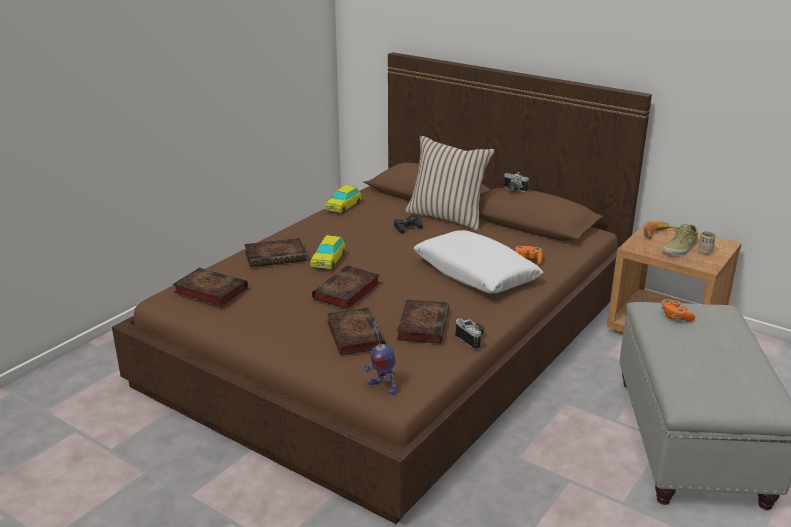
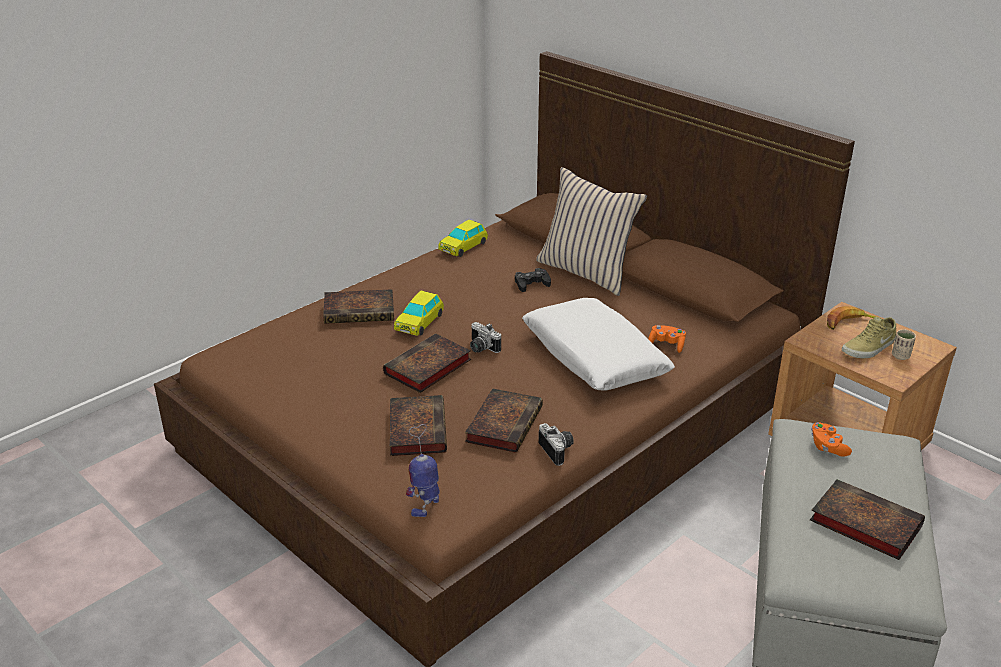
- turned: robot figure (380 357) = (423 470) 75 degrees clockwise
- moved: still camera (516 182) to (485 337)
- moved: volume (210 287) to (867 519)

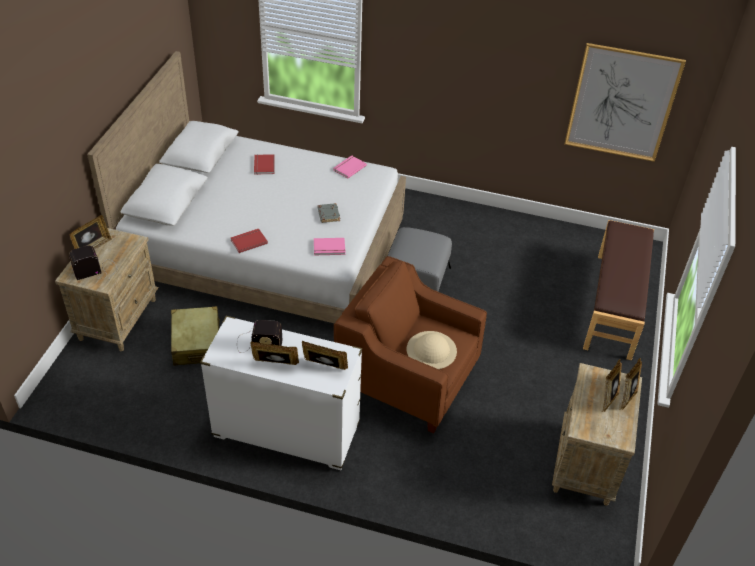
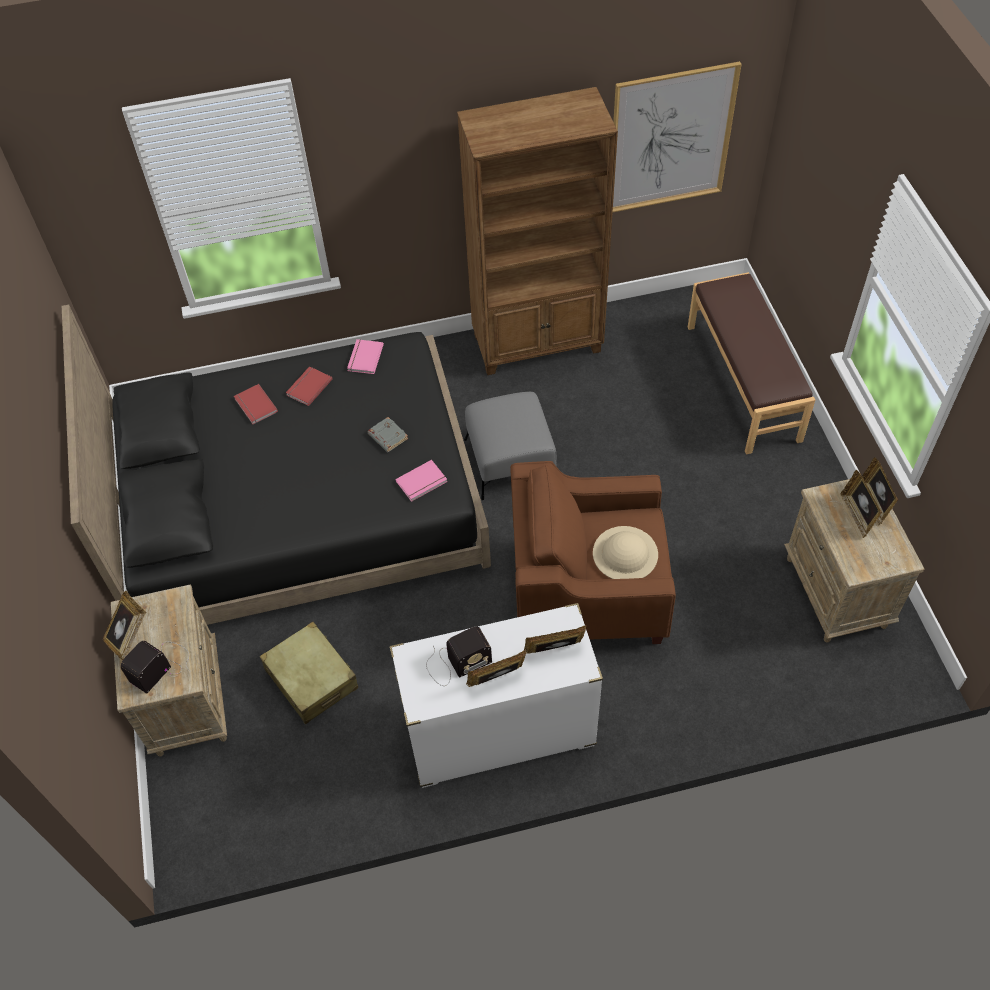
- recoloured: bed in white-coloured (246 187) to bed in blackish (276 465)
- moved: volume in red (249 241) to (309 386)
- added: shelving unit in brown (537 231)

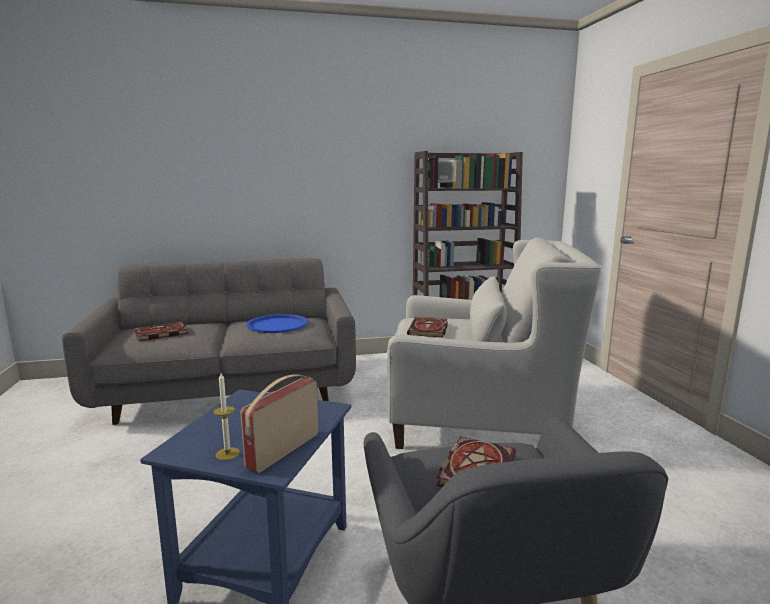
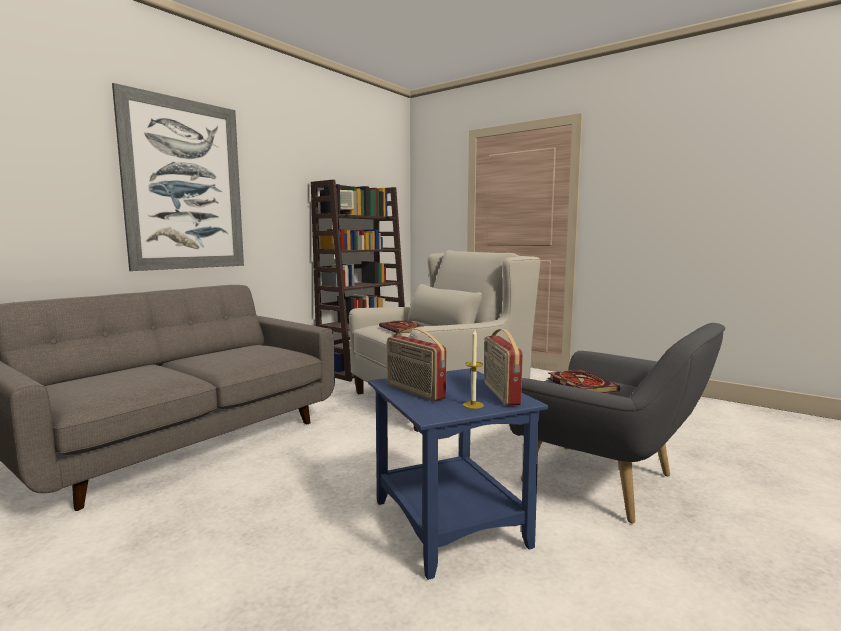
- added: picture (178 177)
- added: radio receiver (416 364)
- removed: volume (161 331)
- removed: serving tray in bluish (277 323)

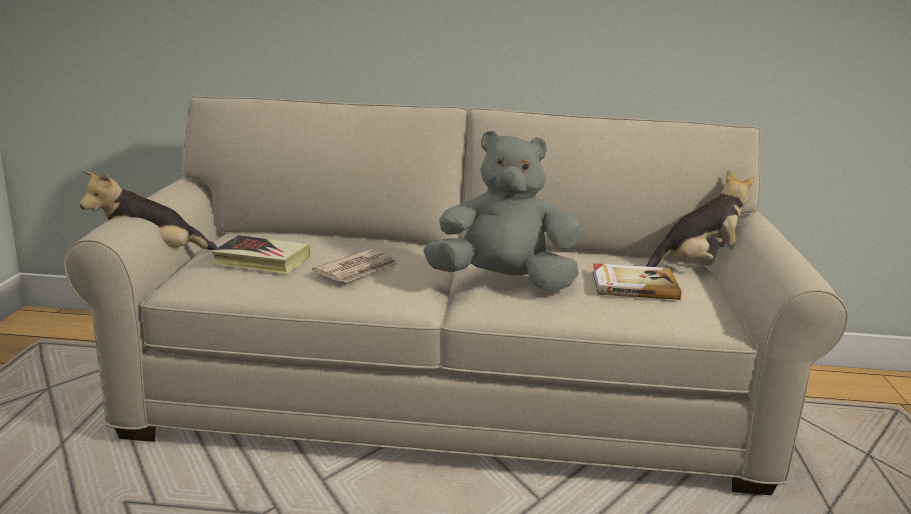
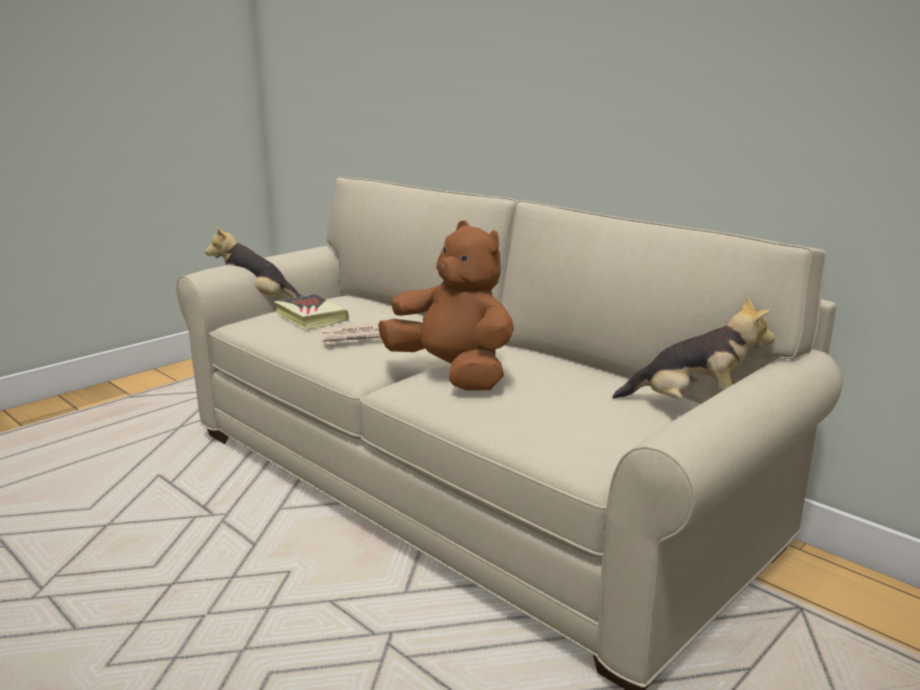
- recoloured: plush toy in gray (502 211) to plush toy in brown (446 305)
- removed: volume (636 281)

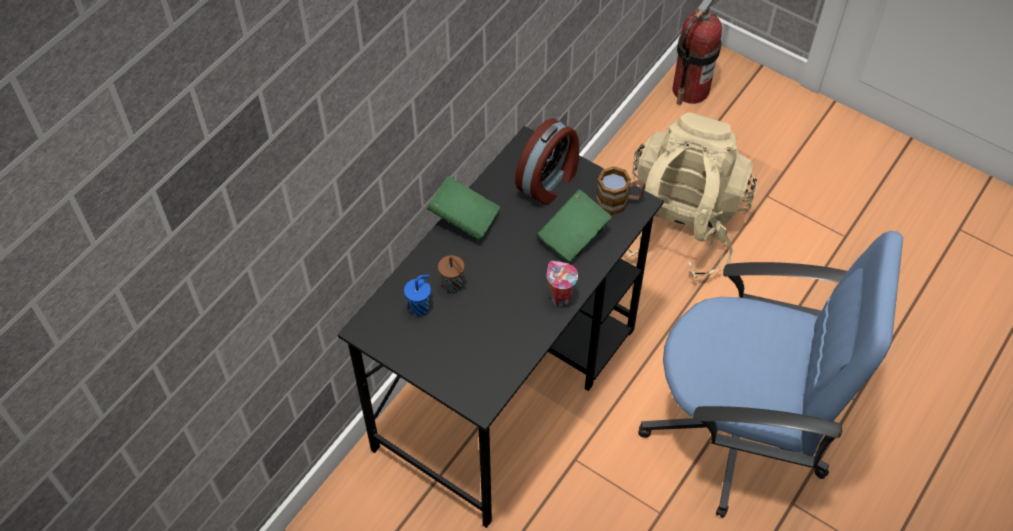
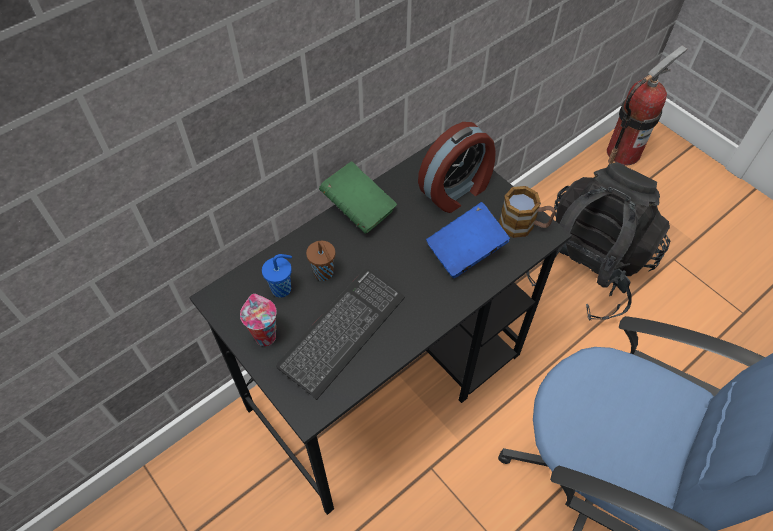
- moved: small cup (562 283) to (258 320)
- added: keyboard (340 334)
- recoloured: volume in green (574 226) to volume in bluish (468 240)
- recoloured: rucksack in beige-coloured (691 195) to rucksack in blackish (598 241)

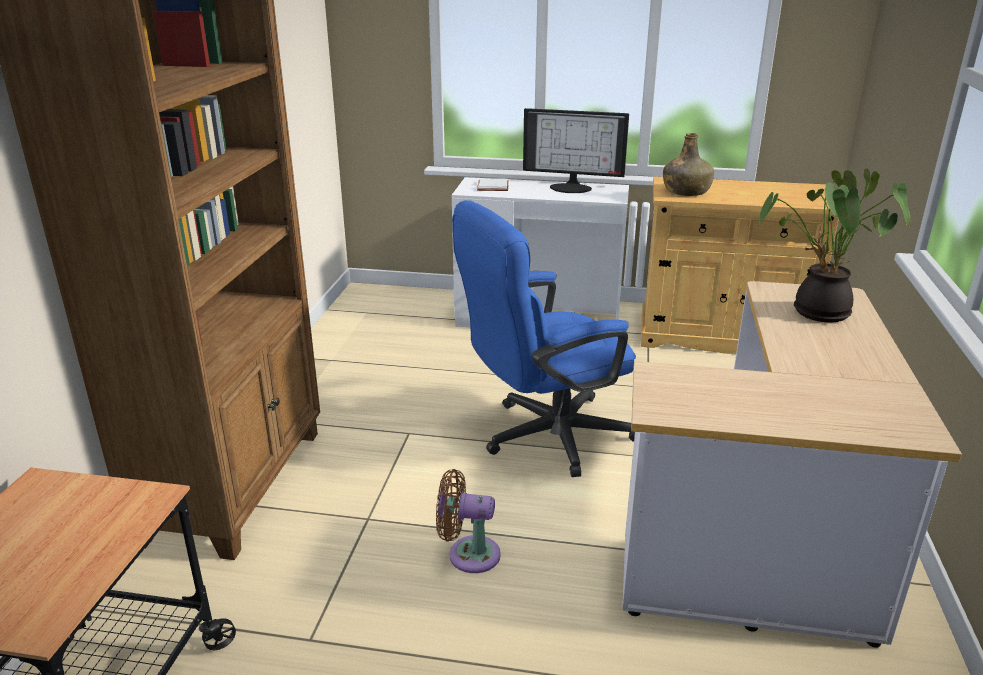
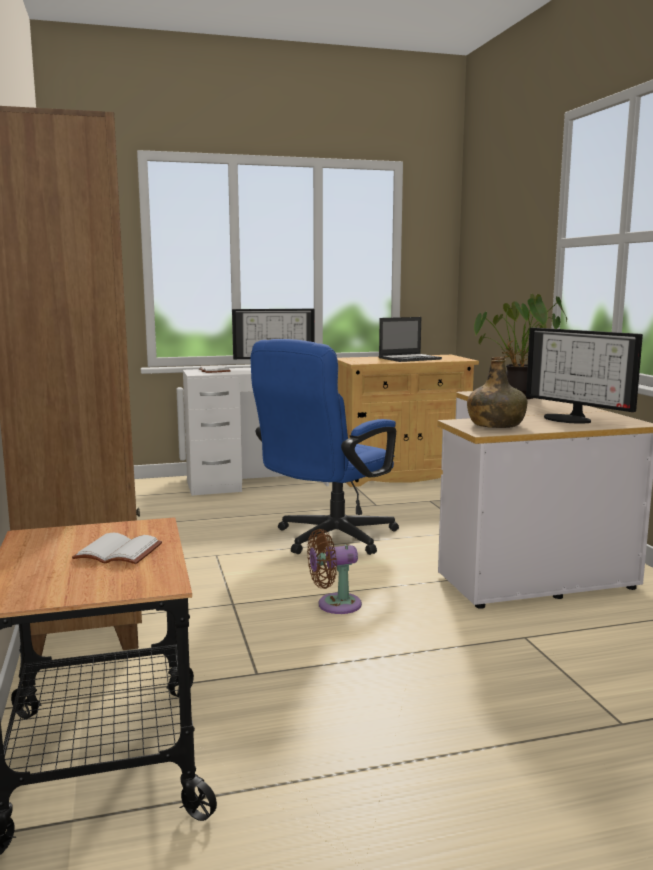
- added: volume in white-coloured (117 548)
- added: portable computer (410 339)
- moved: drink bottle in green (688 164) to (497 392)
- added: monitor (584 375)

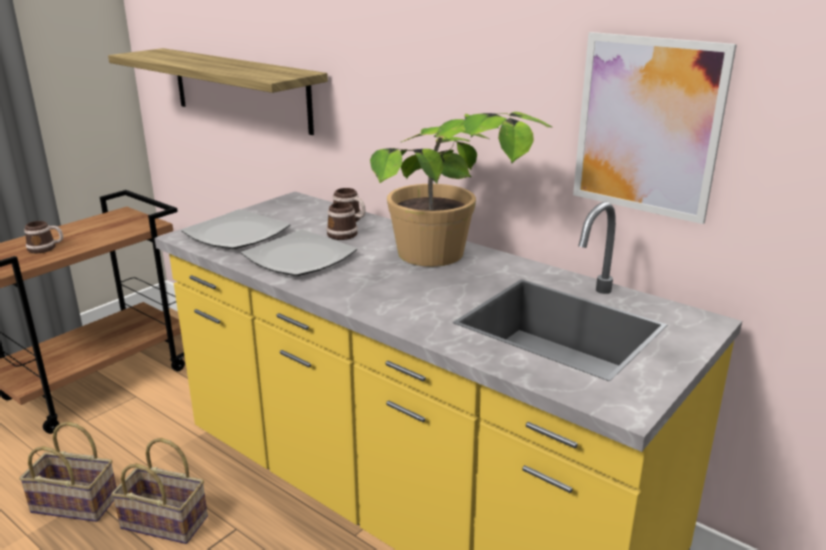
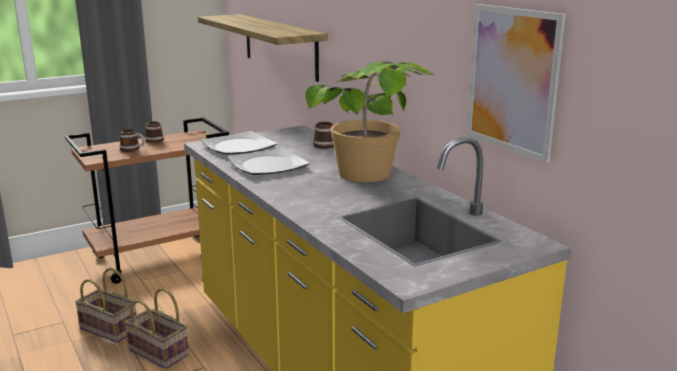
- moved: mug (342 221) to (154 132)

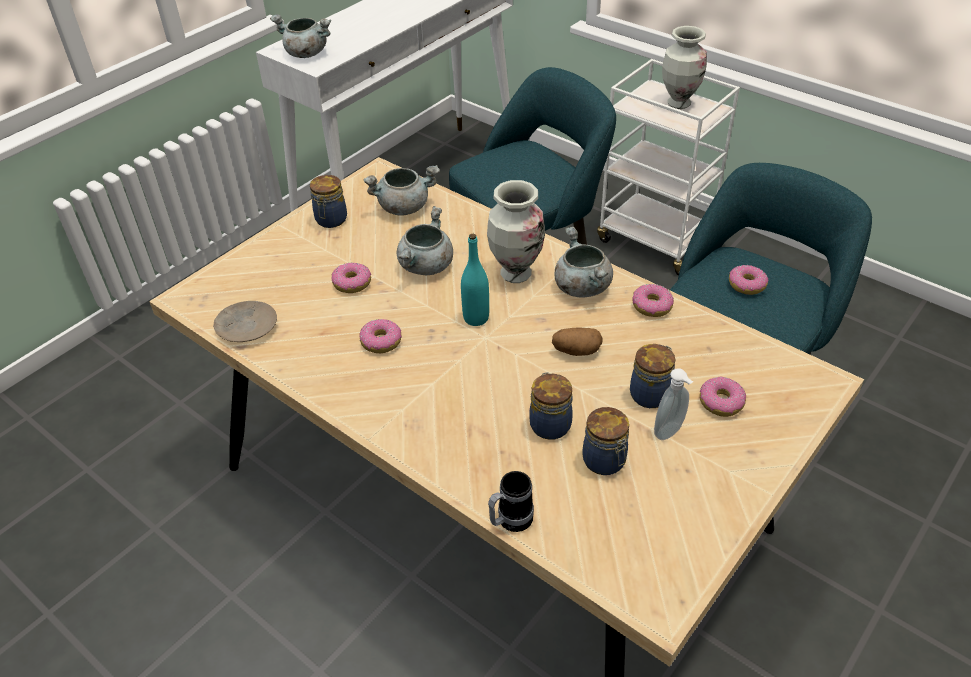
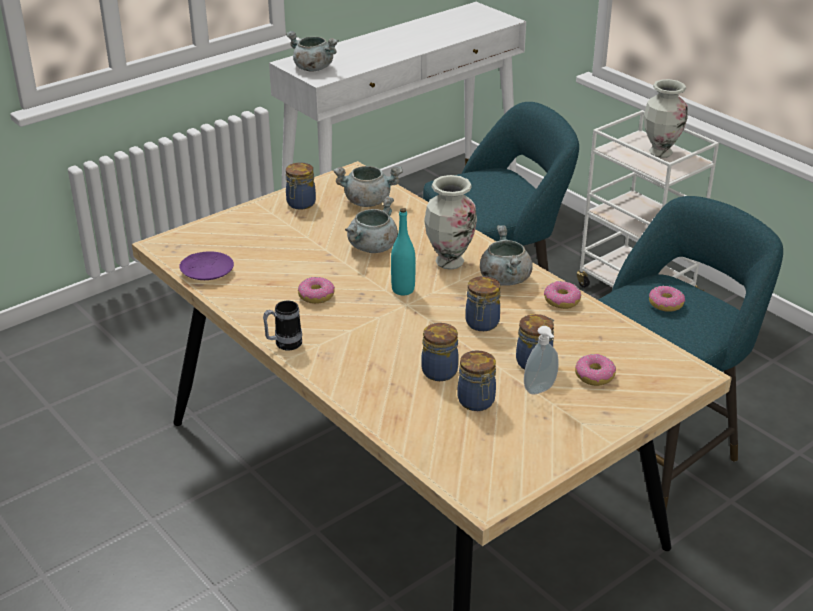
- recoloured: flat dish in beige-coloured (245 321) to flat dish in purple (206 265)
- moved: mug (511 501) to (282 325)
- replaced: potato (577 341) to storage jar (482 303)
- removed: doughnut (352 278)

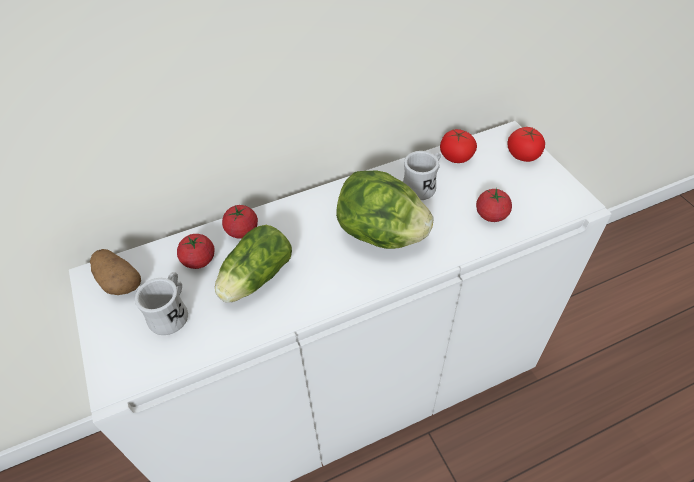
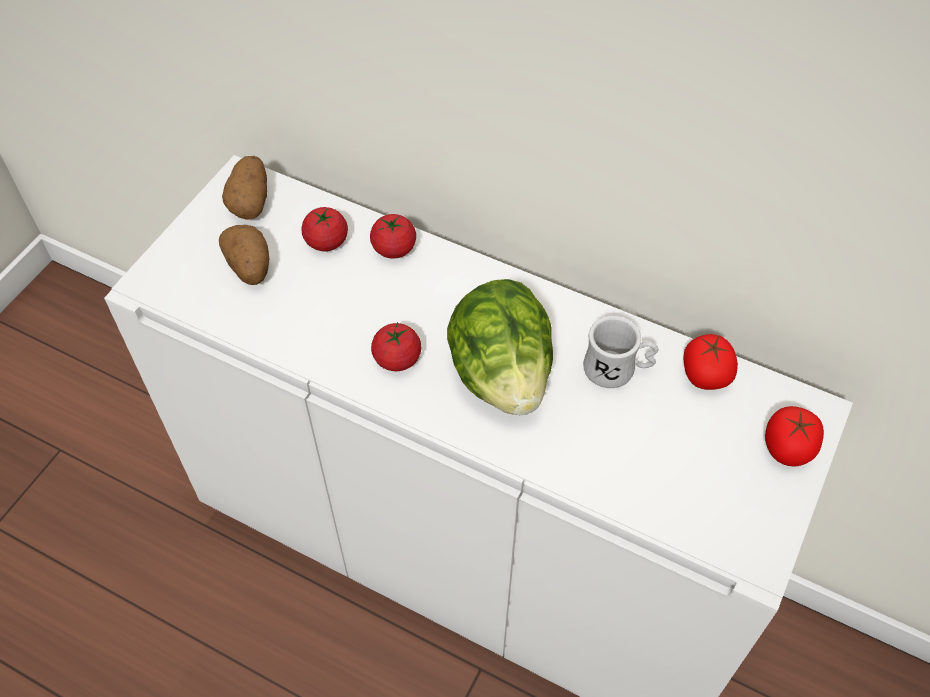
- replaced: mug in white-coloured (161 303) to potato (244 255)
- moved: fresh tomato (494 205) to (396 346)
- removed: lettuce (253 264)

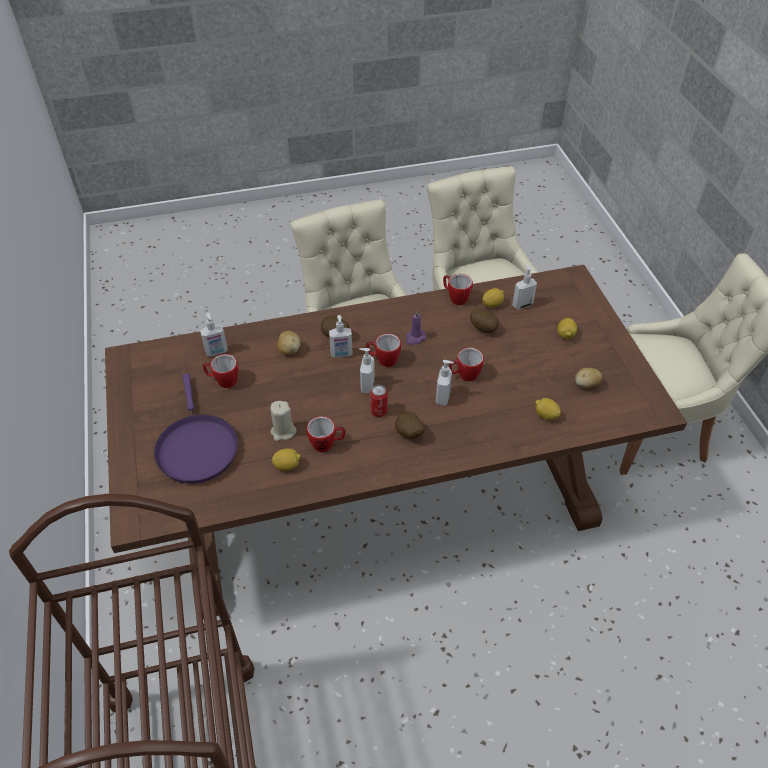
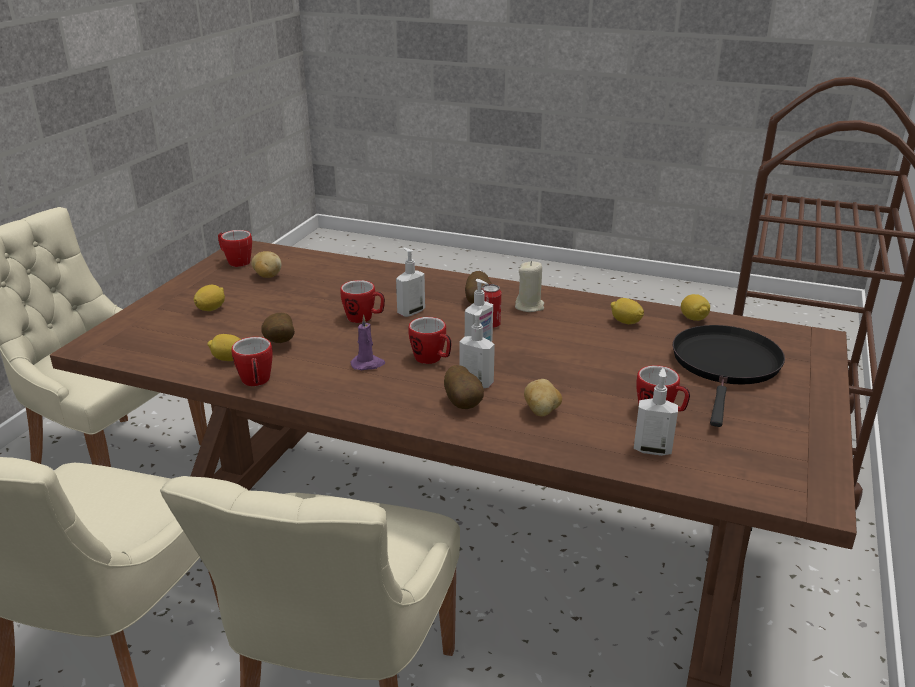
- moved: mug (326 434) to (235 248)
- moved: wax candle in beige-coloured (283 421) to (529 286)
- recoloured: skillet in purple (196 428) to skillet in blackish (729 376)
- moved: lemon (548 409) to (695 307)
- removed: soap dispenser (524 286)

